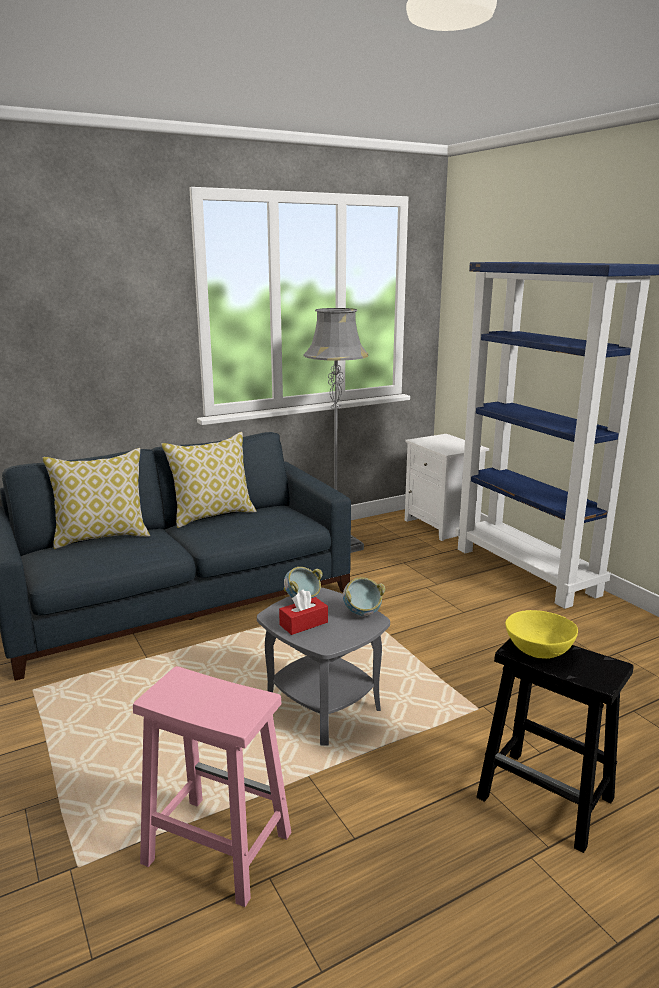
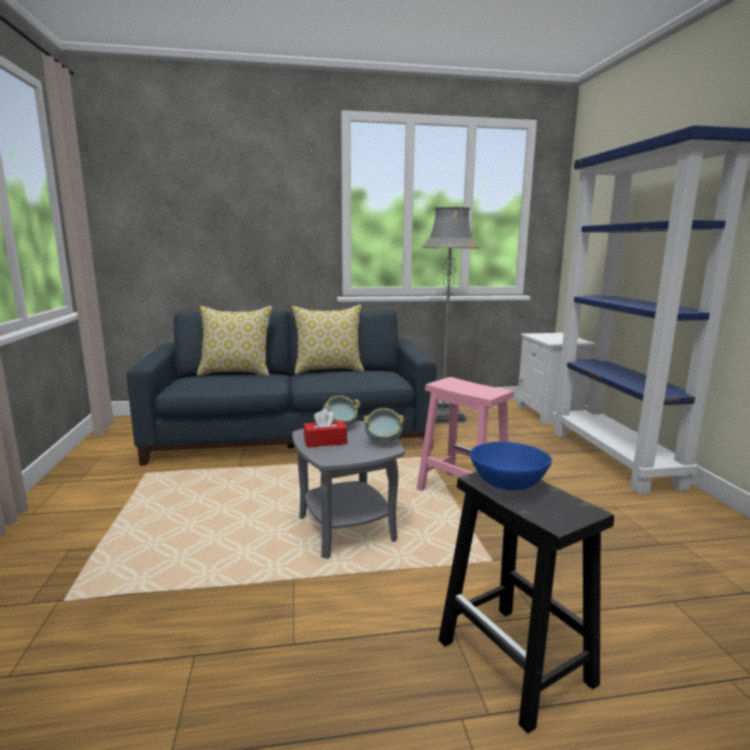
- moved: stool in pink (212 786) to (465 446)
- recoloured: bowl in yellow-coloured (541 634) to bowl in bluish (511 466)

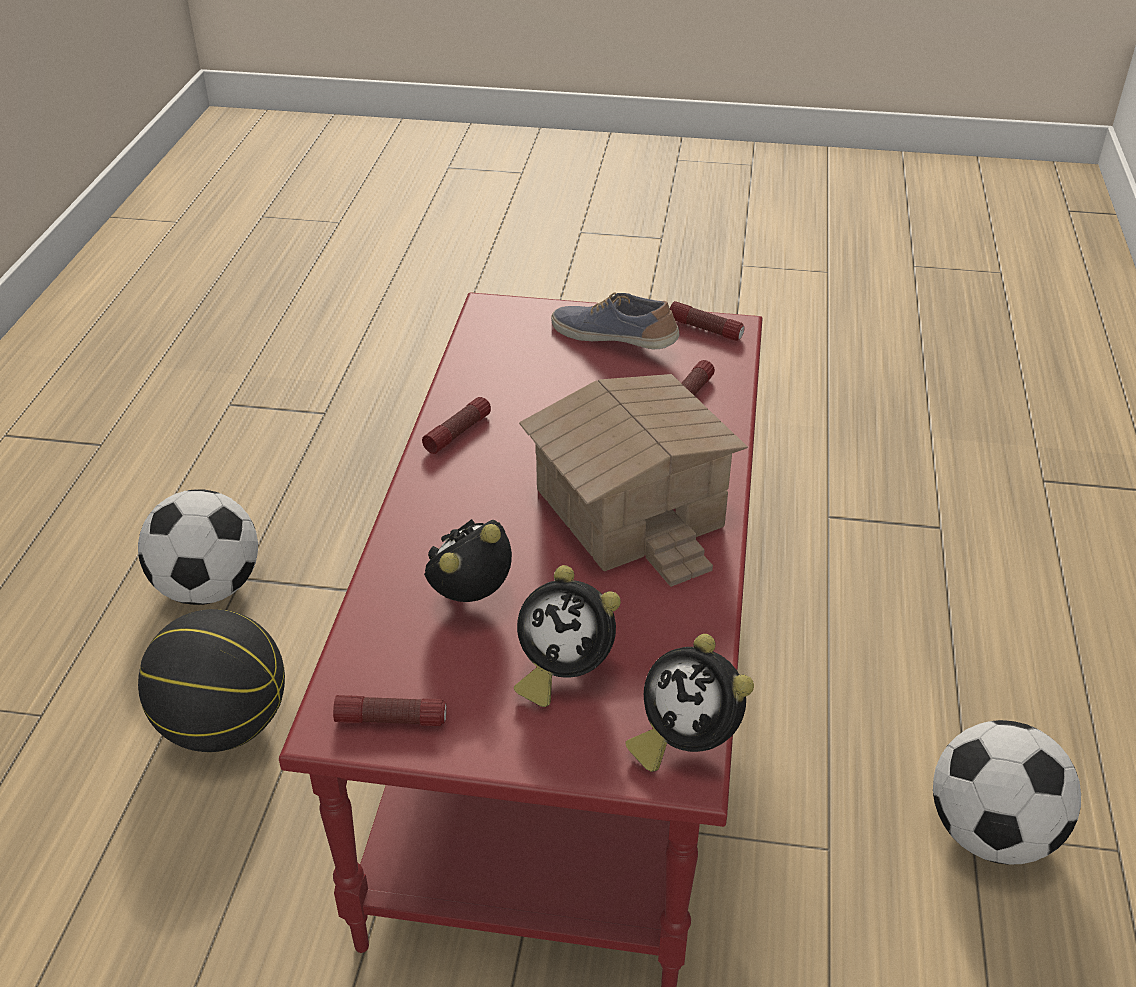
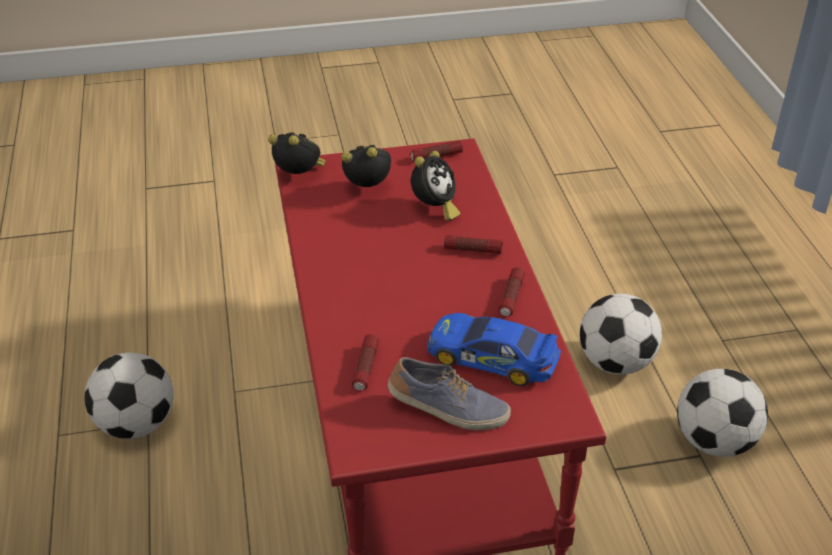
- added: model car (494 349)
- moved: flashlight (707 321) to (473 244)
- replaced: basketball (211 680) to football ball (621 334)
- removed: miniature house (633 480)

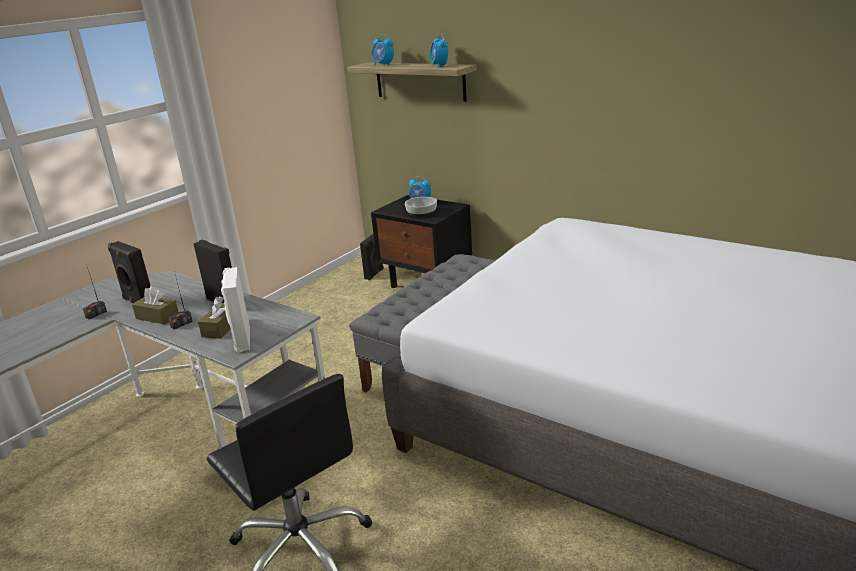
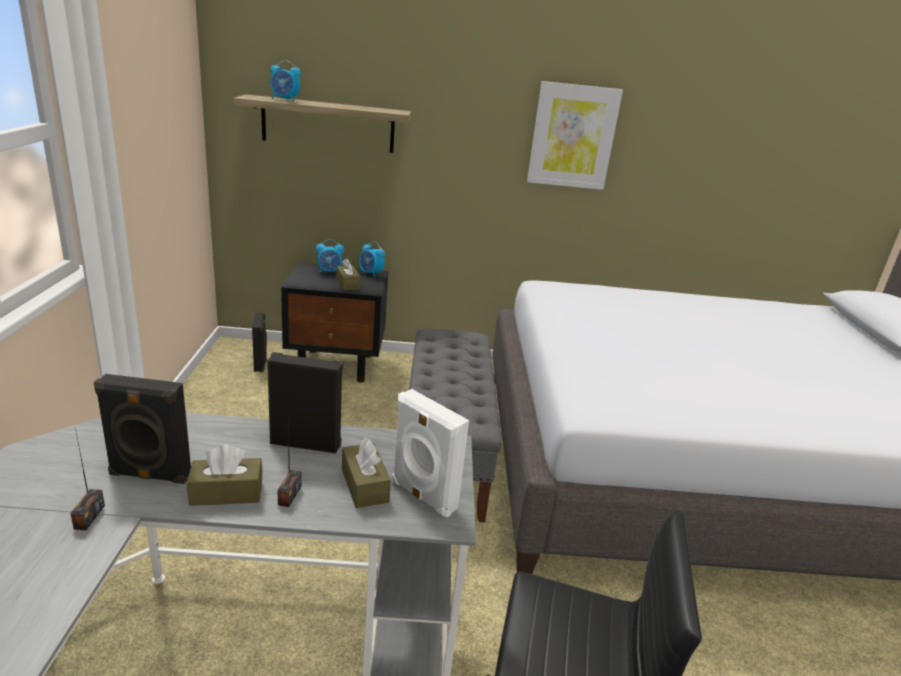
- replaced: bowl (421 207) to tissue box in brown (348 274)
- moved: table clock (439 50) to (372 259)
- added: picture (575 135)

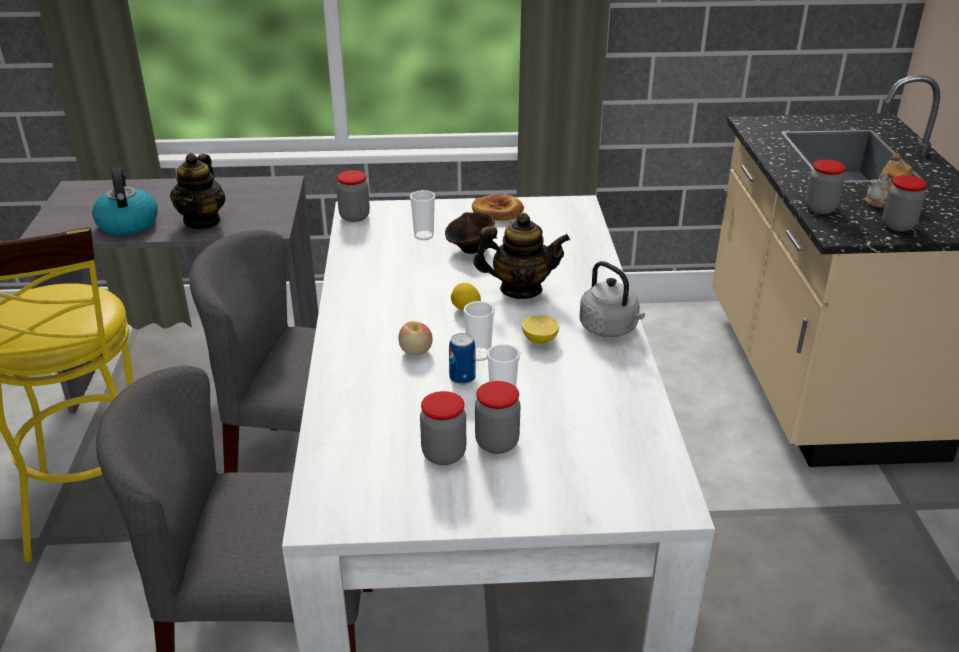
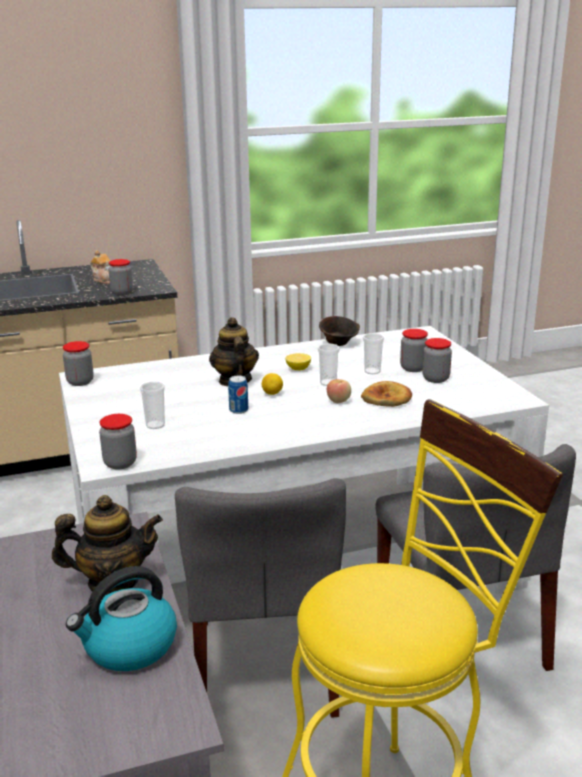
- moved: storage jar (904 203) to (78 363)
- moved: can (462 359) to (238 395)
- moved: bowl in brown (470 233) to (339 331)
- moved: bread (498 207) to (386 394)
- removed: tea kettle in gray (612 299)

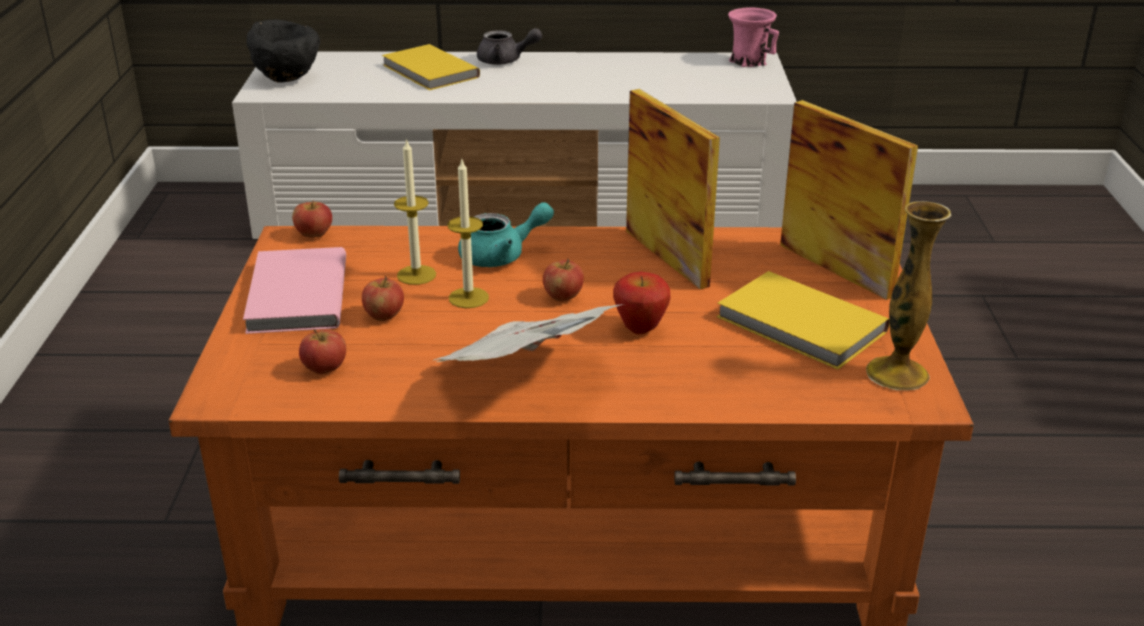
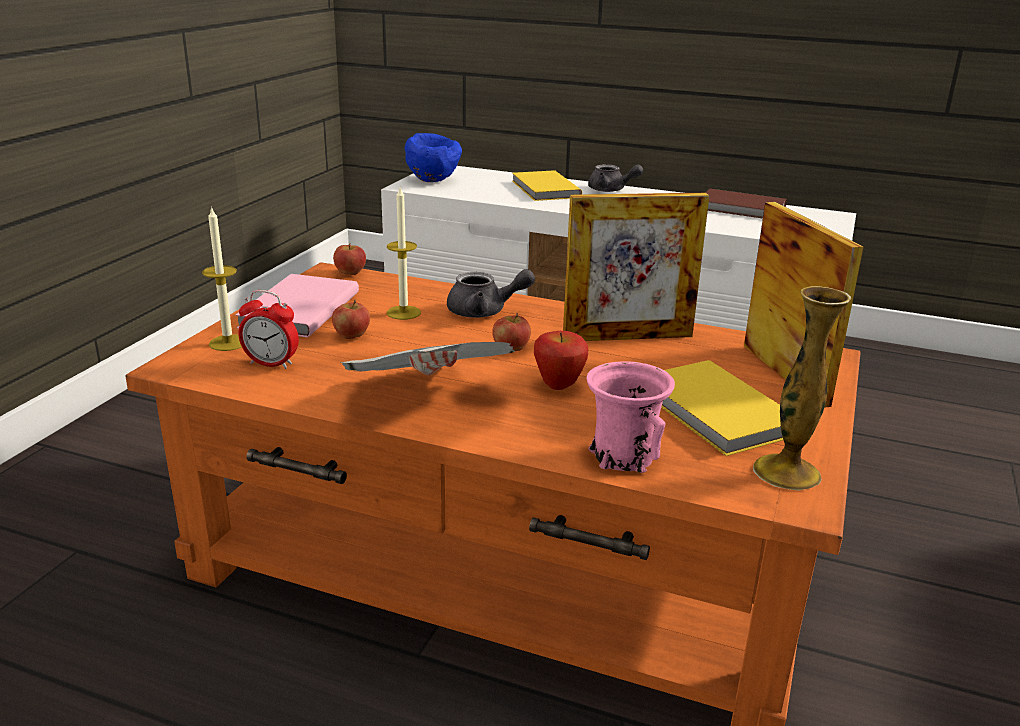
- moved: wax candle (468 234) to (222 278)
- replaced: apple (322 351) to table clock (268 329)
- recoloured: bowl in blackish (283 51) to bowl in bluish (433 157)
- recoloured: teapot in turquoise (506 234) to teapot in gray (491 293)
- turned: picture frame (673 189) = (636 267) 90 degrees clockwise
- moved: mug in pink (753 37) to (631 417)
- added: volume in brown (746 204)

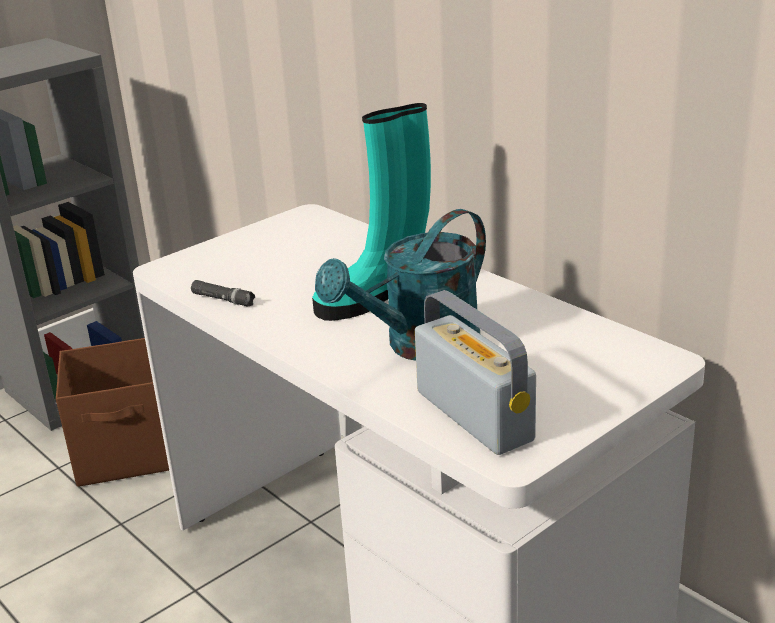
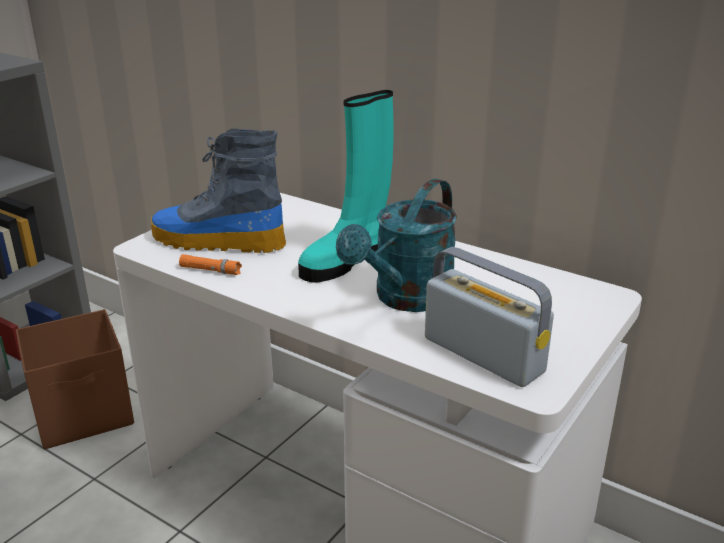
- added: high-top boot (218 191)
- recoloured: flashlight in blackish (223 293) to flashlight in orange (210 264)

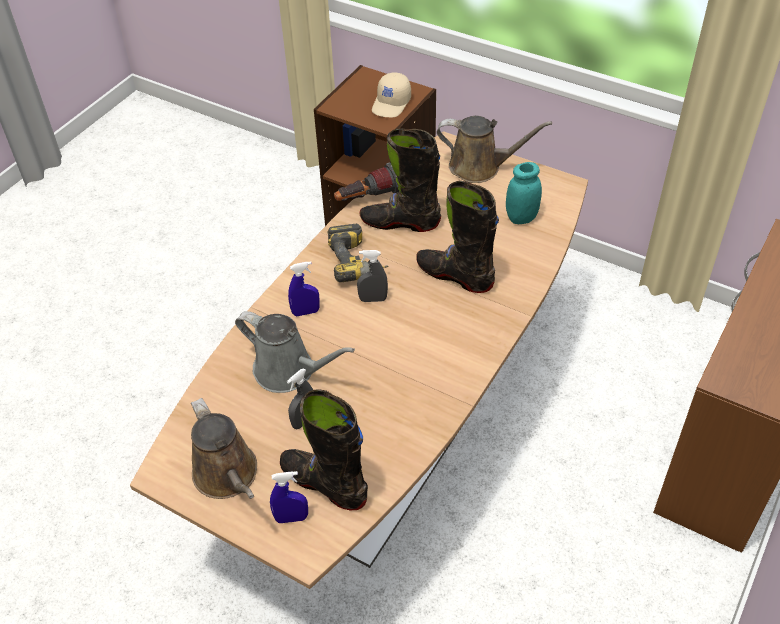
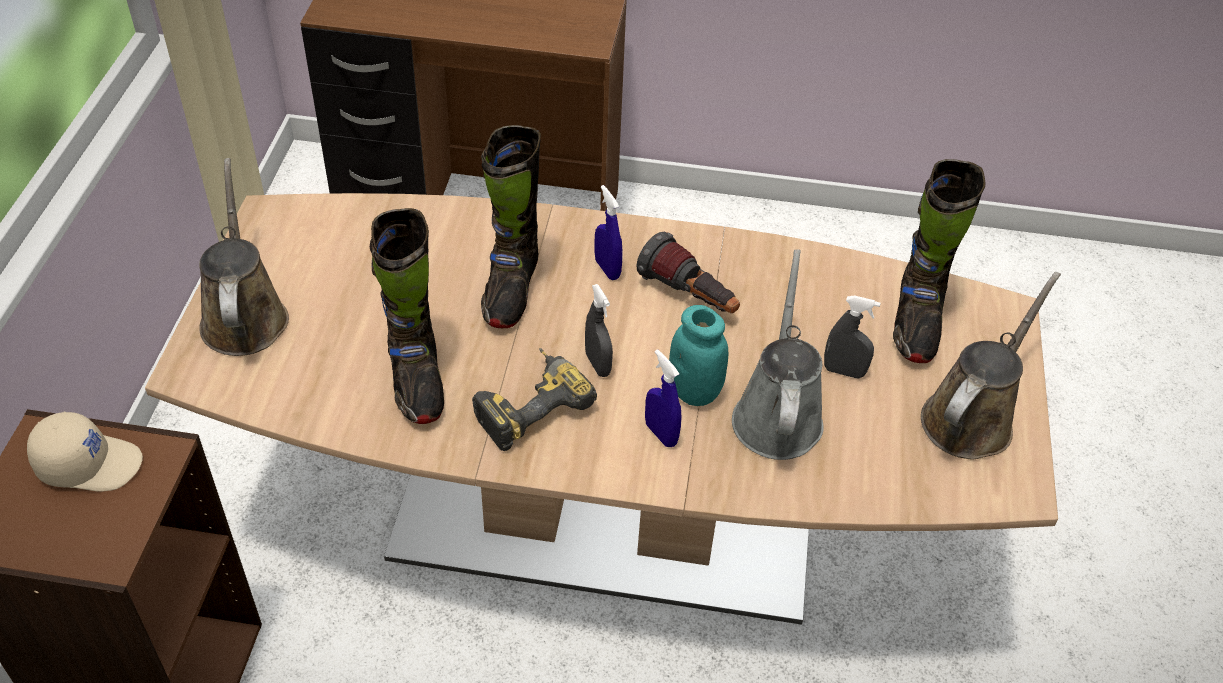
- moved: hand sprayer in bluish (289 497) to (608 232)
- moved: flashlight (366 182) to (688 272)
- moved: storage jar in turquoise (524 193) to (698 355)

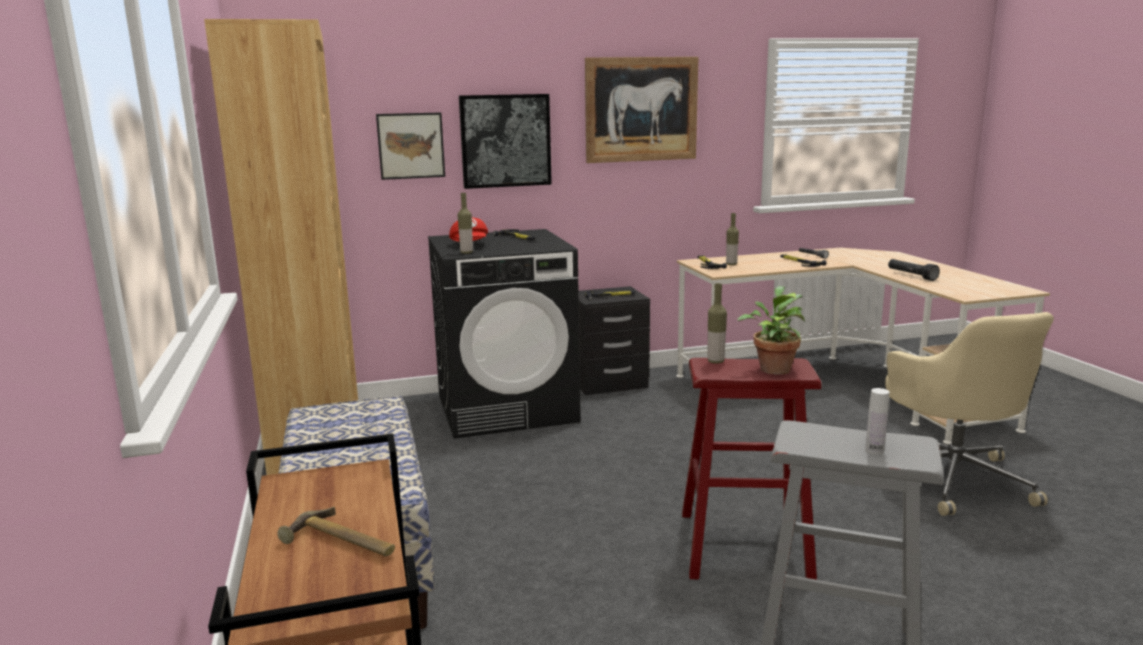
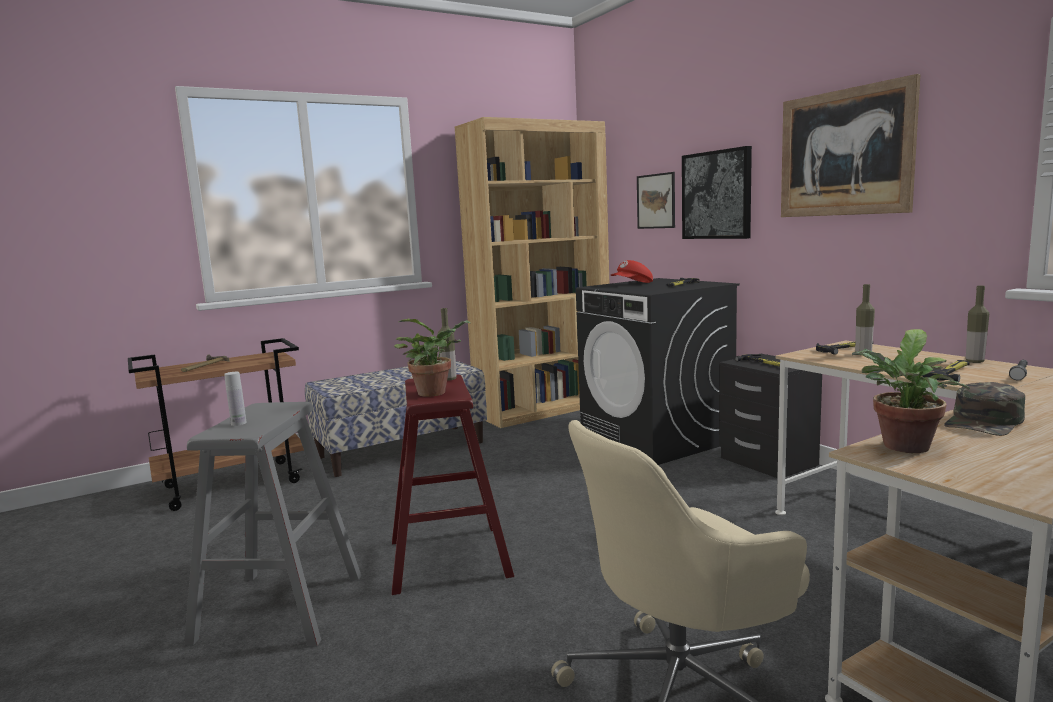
- added: houseplant (911 391)
- replaced: flashlight in blackish (914 270) to peaked cap in green (984 409)
- moved: drink bottle (465 223) to (977 324)

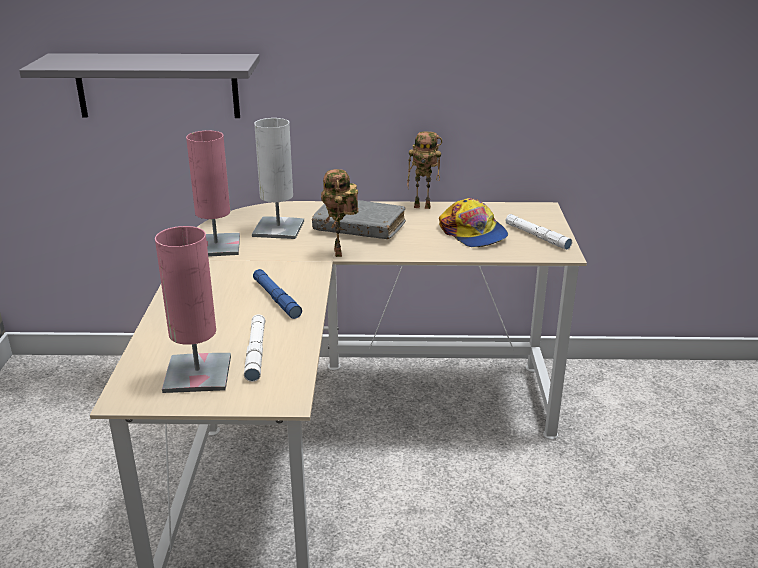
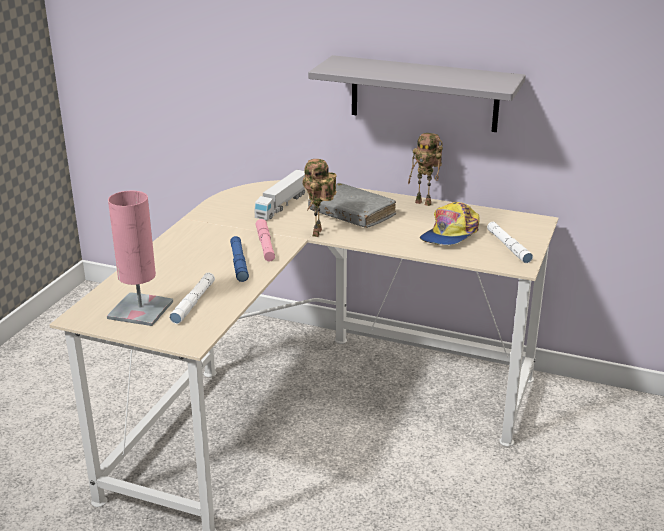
- replaced: tabletop lamp in white-coloured (278 178) to toy truck (280 195)
- added: flashlight in pink (265 240)
- moved: bracket shelf in gray (139 85) to (417 93)
- turned: peaked cap (473 222) = (450 223) 45 degrees clockwise
- removed: tabletop lamp in pink (213 194)

